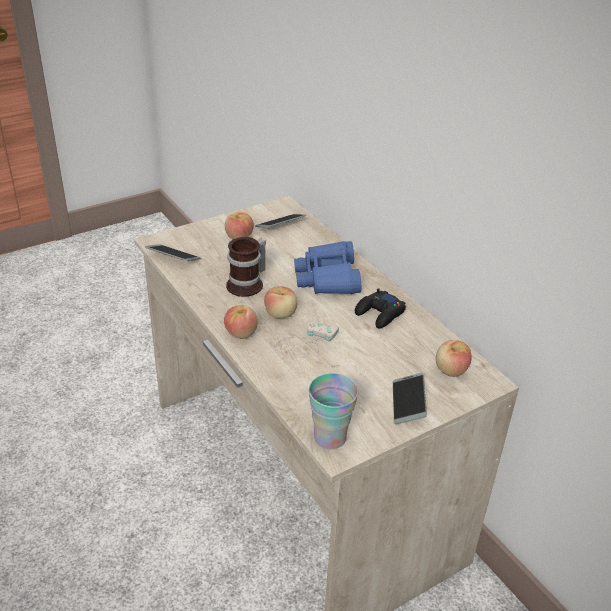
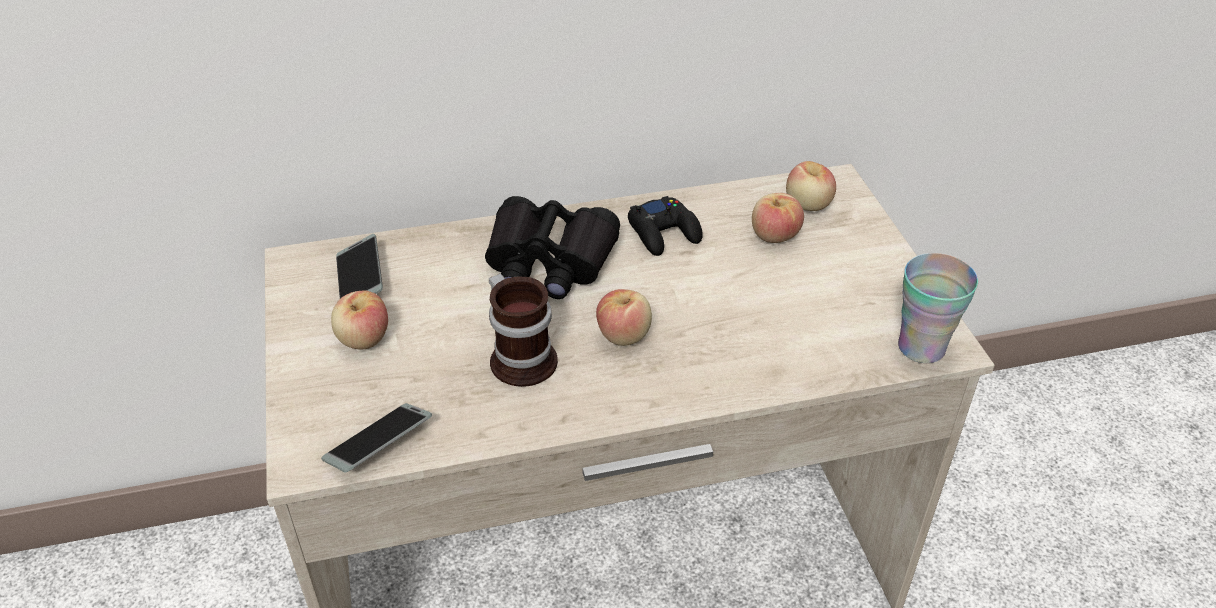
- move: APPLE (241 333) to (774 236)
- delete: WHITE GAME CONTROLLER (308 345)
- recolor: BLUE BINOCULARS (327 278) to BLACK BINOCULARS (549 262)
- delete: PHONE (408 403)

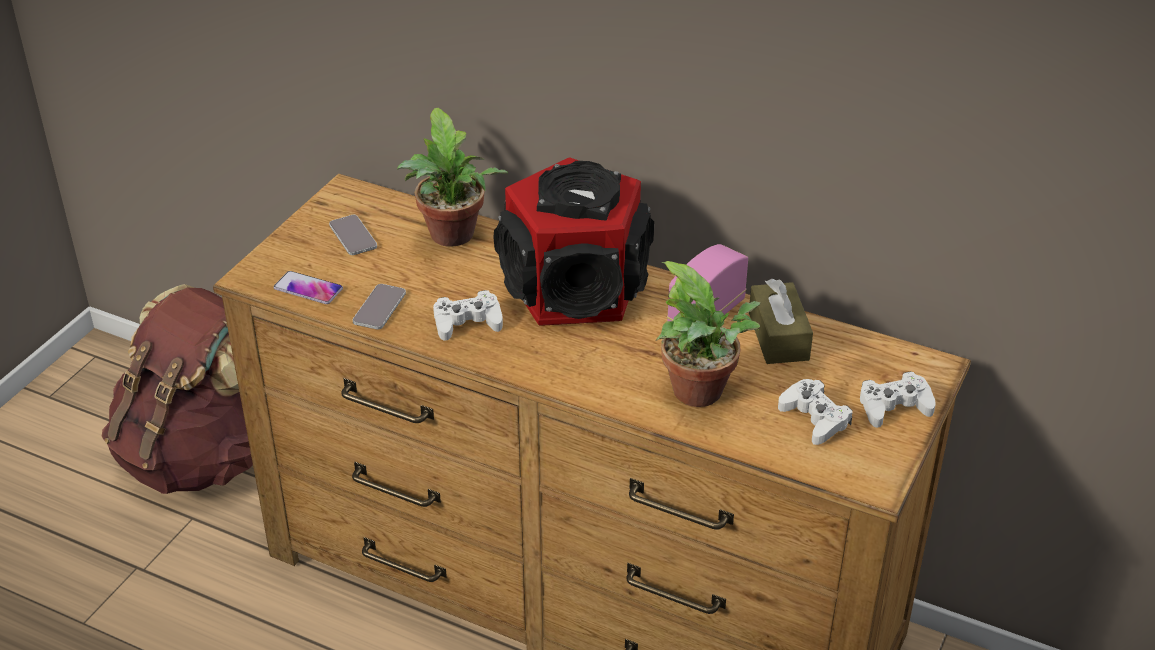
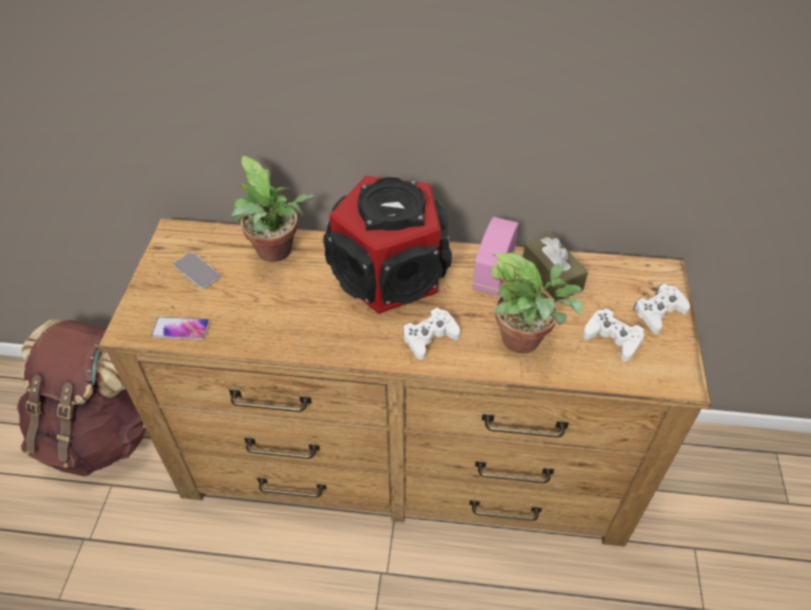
- delete: PHONE (379 308)
- move: WHITE GAME CONTROLLER (467 322) to (429 337)

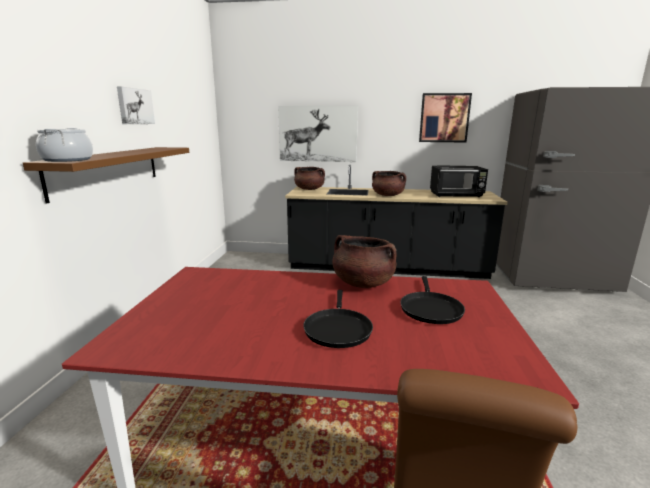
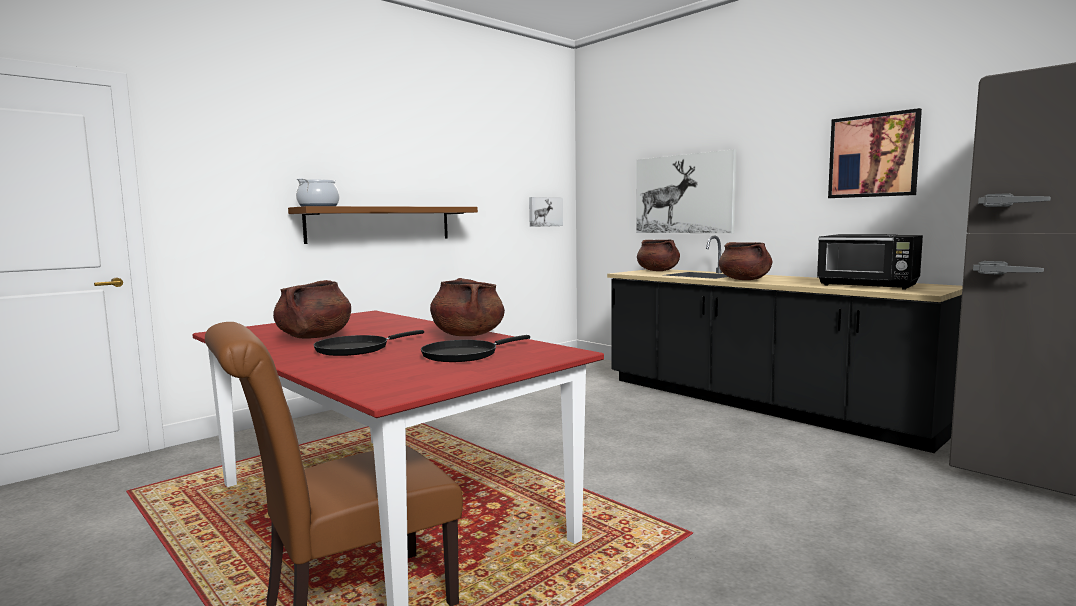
- move: PICTURE (135 106) to (544 212)
- insert: BROWN COOKING POT (314 337)

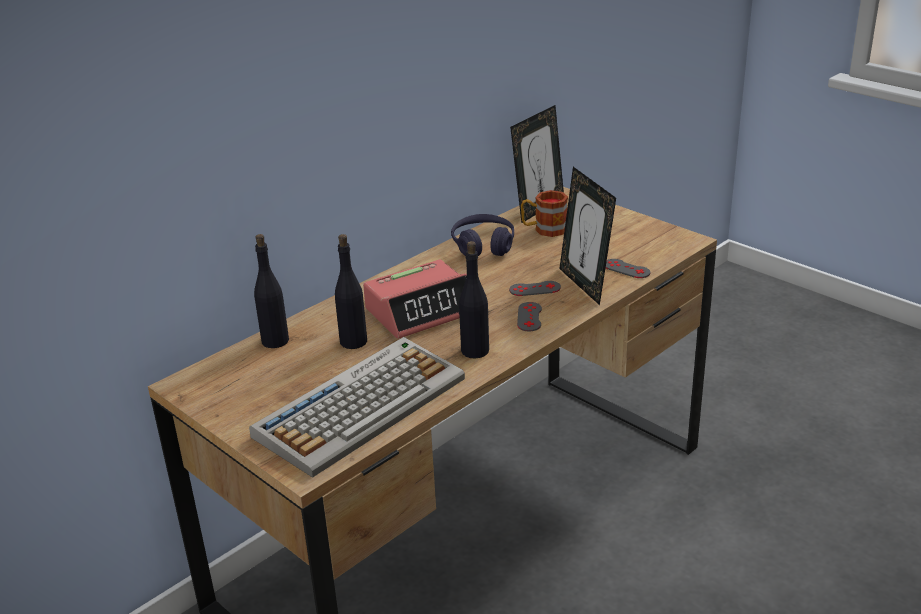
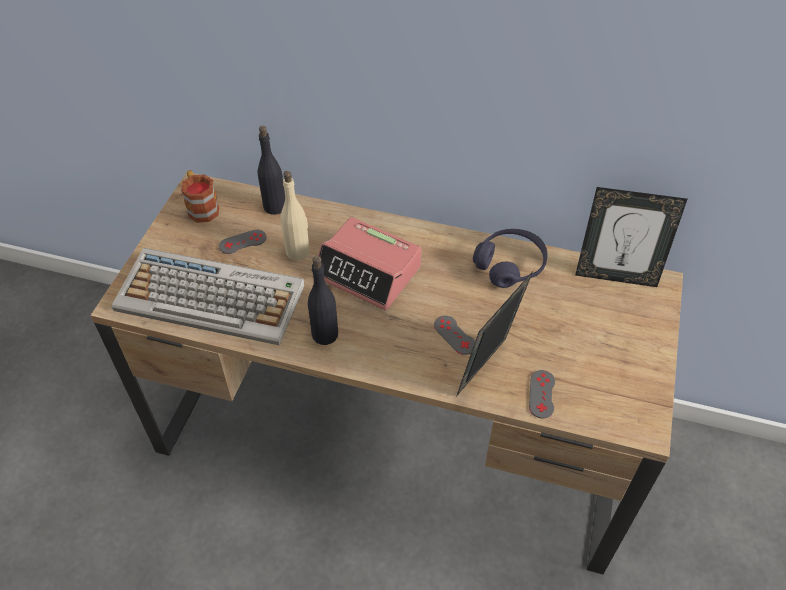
- recolor: BLACK BOTTLE (353 341) to BEIGE BOTTLE (298 251)
- move: GREY GAME CONTROLLER (529 317) to (243 242)
- move: MUG (544 229) to (201 207)

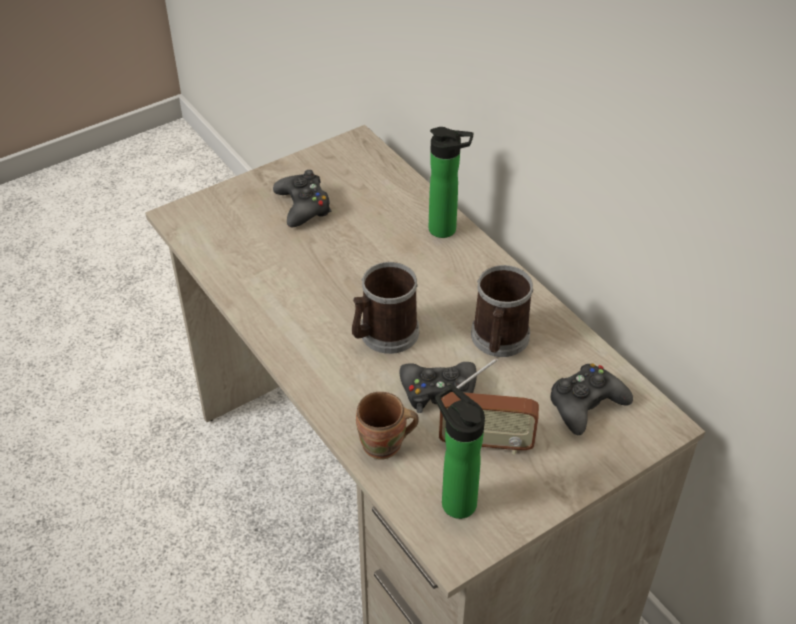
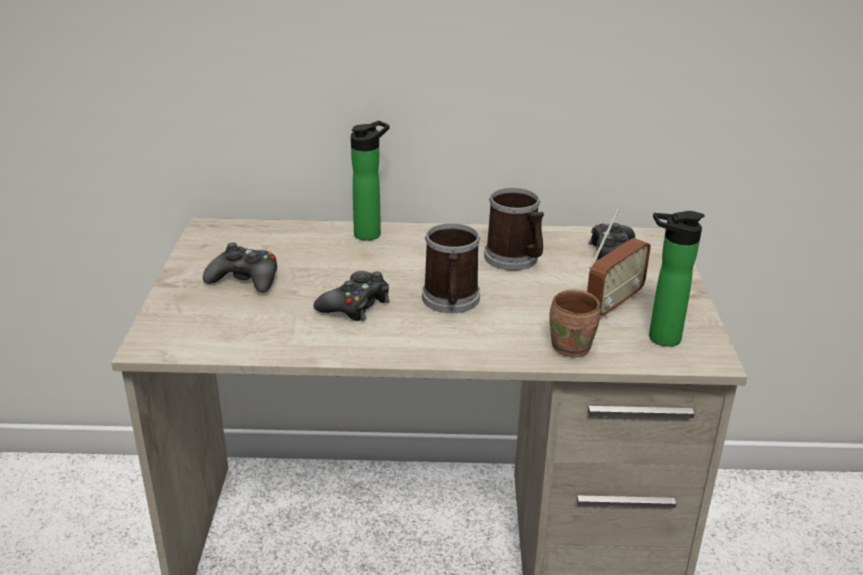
- move: BLACK GAME CONTROLLER (438 392) to (355 305)

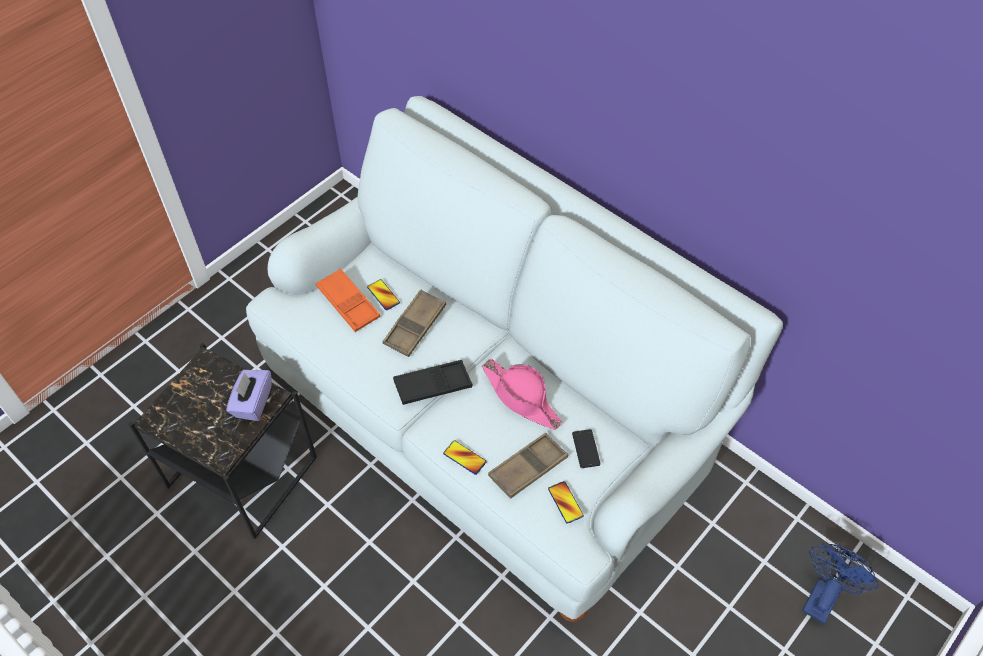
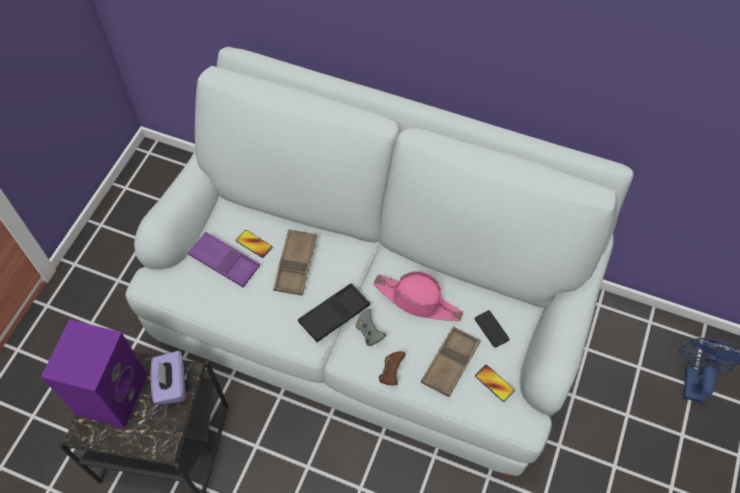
- recolor: ORANGE TRAY (348 303) to PURPLE TRAY (225 262)
- replace: PHONE (464 458) to BROWN GAME CONTROLLER (391 372)
- insert: PURPLE SPEAKER (112 392)
- insert: GREY GAME CONTROLLER (369 333)

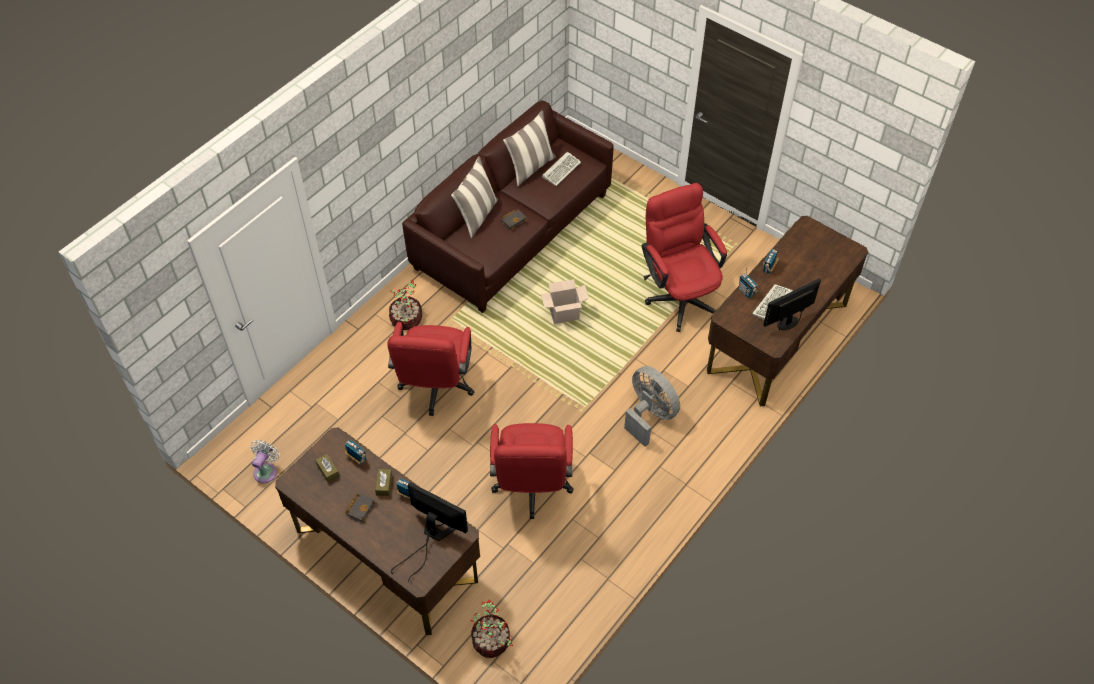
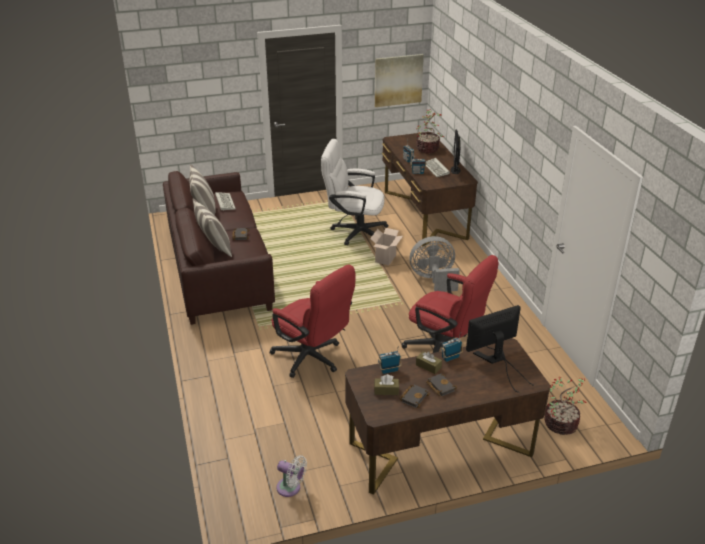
- rotate: WHITE FAN (266 470) = (290 488) 150 degrees clockwise
- move: POTTED PLANT (406 320) to (428 149)
- move: CARDBOARD BOX (563 315) to (386 259)
- recolor: RED OFFICE CHAIR (679 295) to WHITE OFFICE CHAIR (354 231)
- insert: PICTURE (398 80)
- insert: BLACK BOOK (414 397)

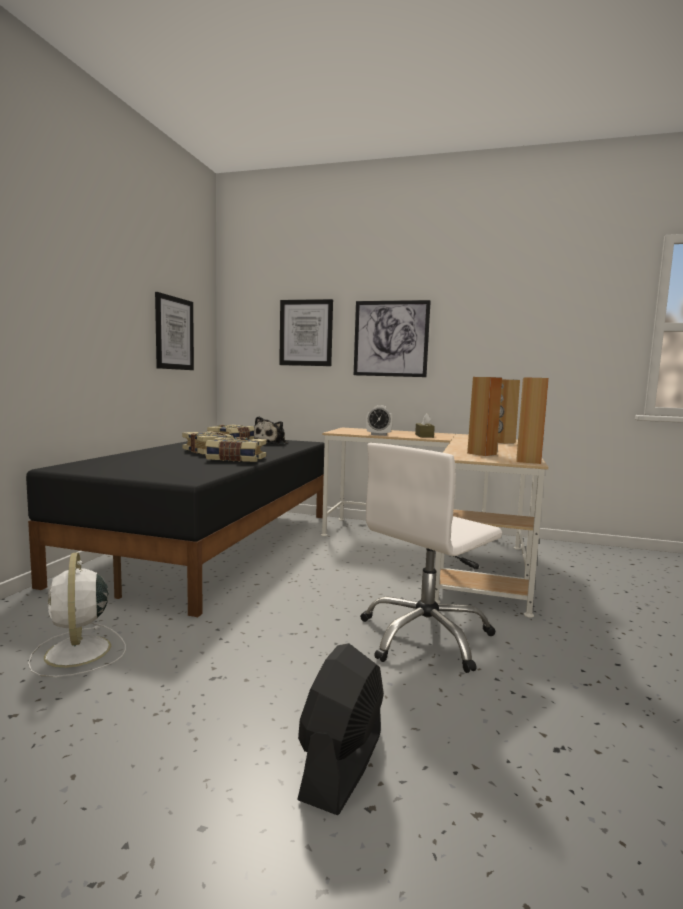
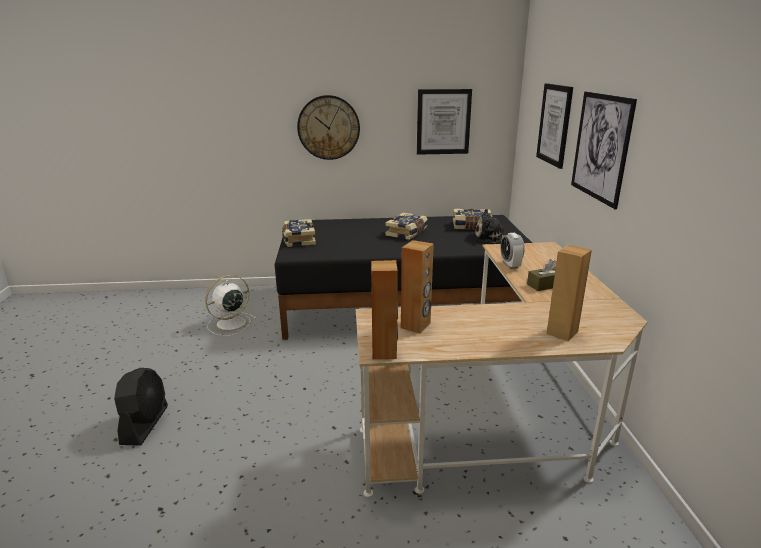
- move: BOOK (236 459) to (298 240)
- rotate: BLACK FAN (342 765) = (145 424) 90 degrees clockwise
- delete: WHITE OFFICE CHAIR (426 637)
- insert: WALL CLOCK (328 127)

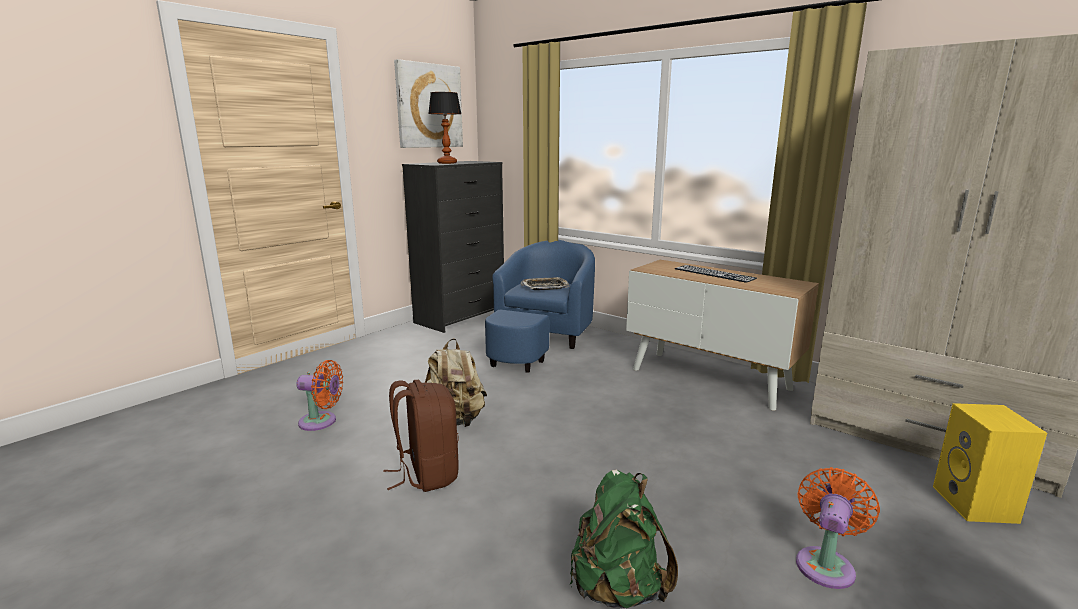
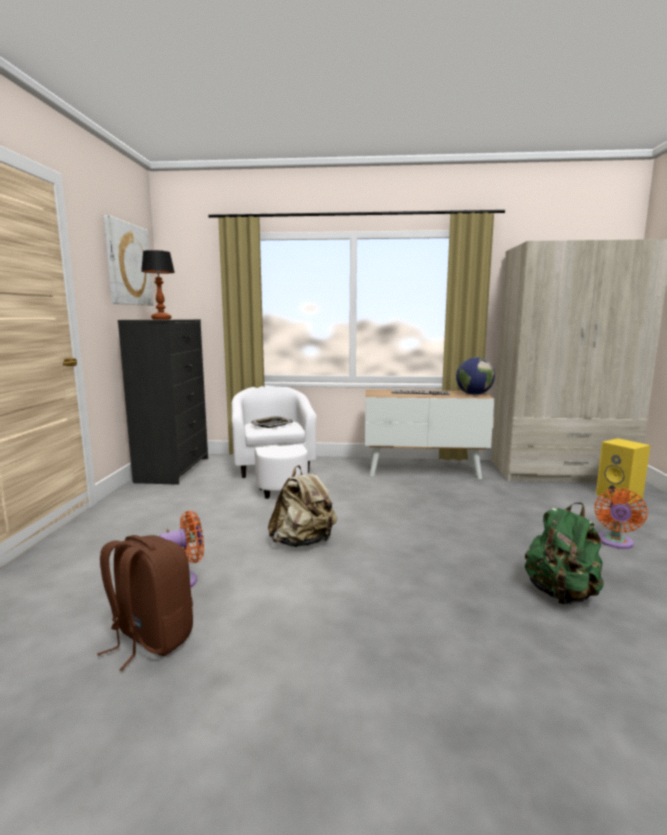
- move: BROWN BACKPACK (426 474) to (150 639)
- recolor: BLUE ARMCHAIR (541 340) to WHITE ARMCHAIR (275 472)
- rotate: ORANGE FAN (826 564) = (614 542) 150 degrees counterclockwise
- insert: GLOBE (474 394)

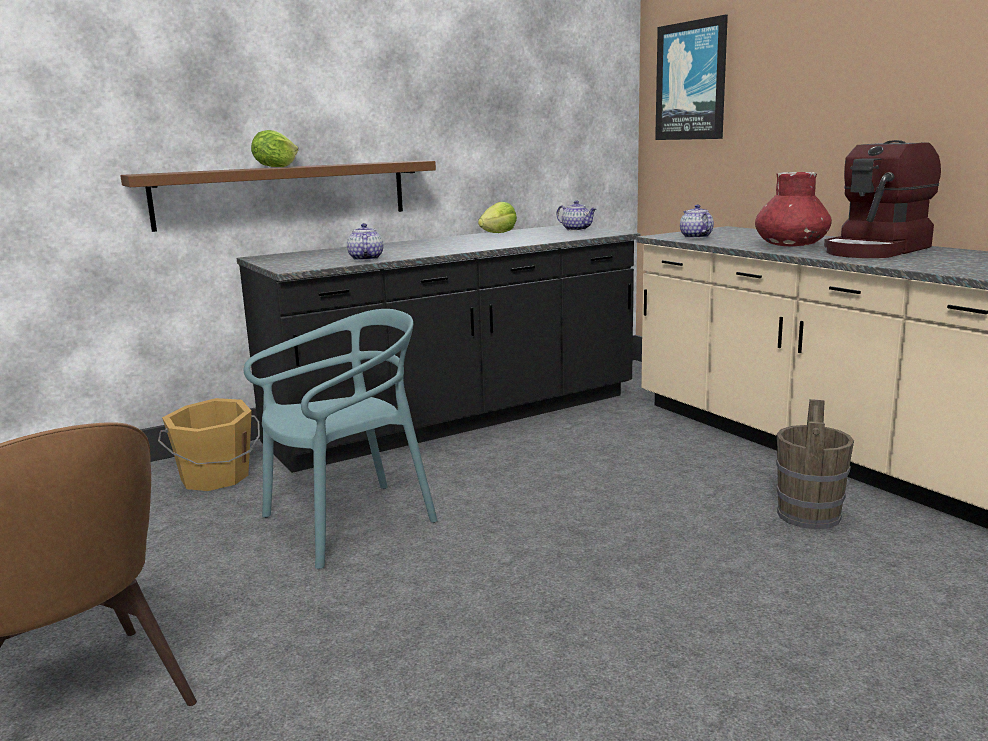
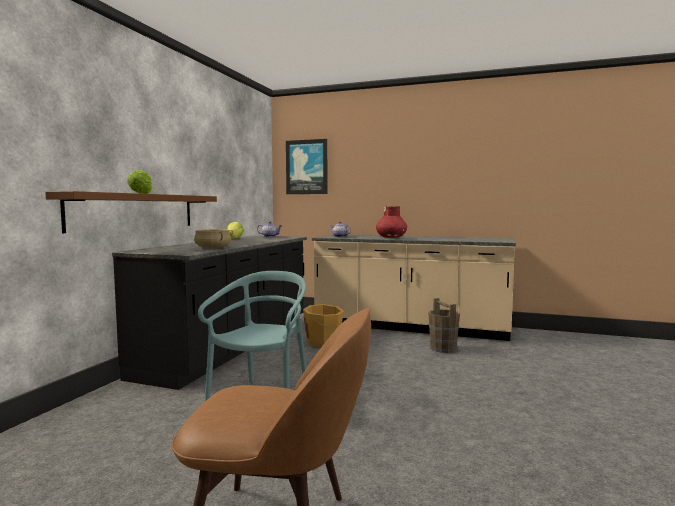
- move: ORANGE BUCKET (215 478) to (324 342)
- replace: TEAPOT (365 259) to BEIGE COOKING POT (212 248)
- delete: COFFEE MACHINE (877 250)

